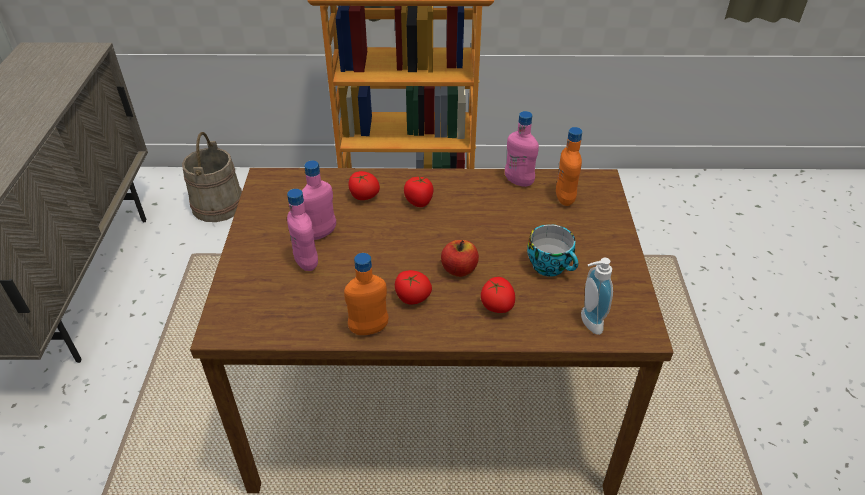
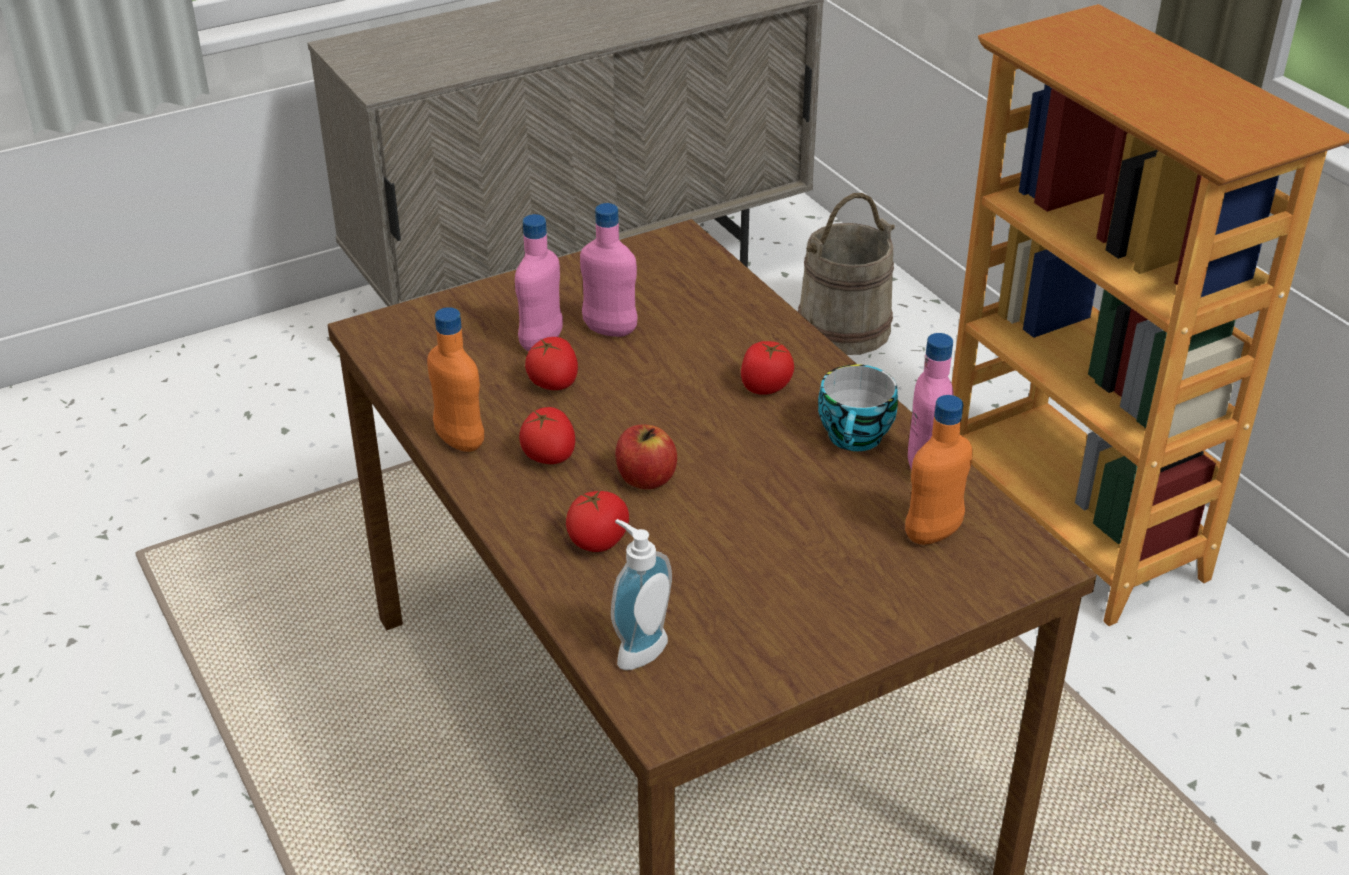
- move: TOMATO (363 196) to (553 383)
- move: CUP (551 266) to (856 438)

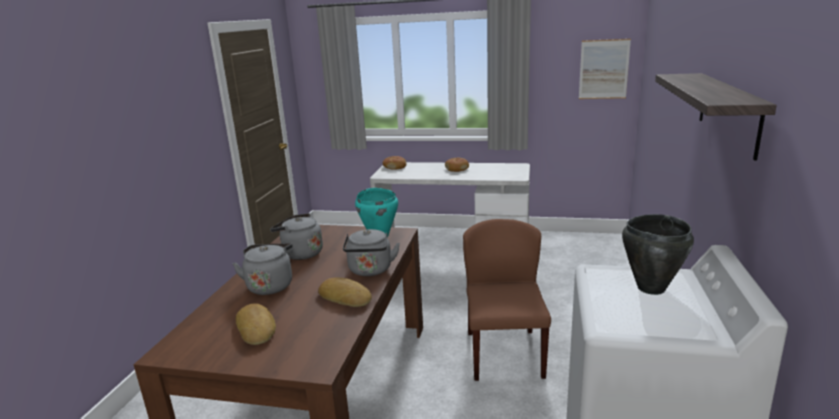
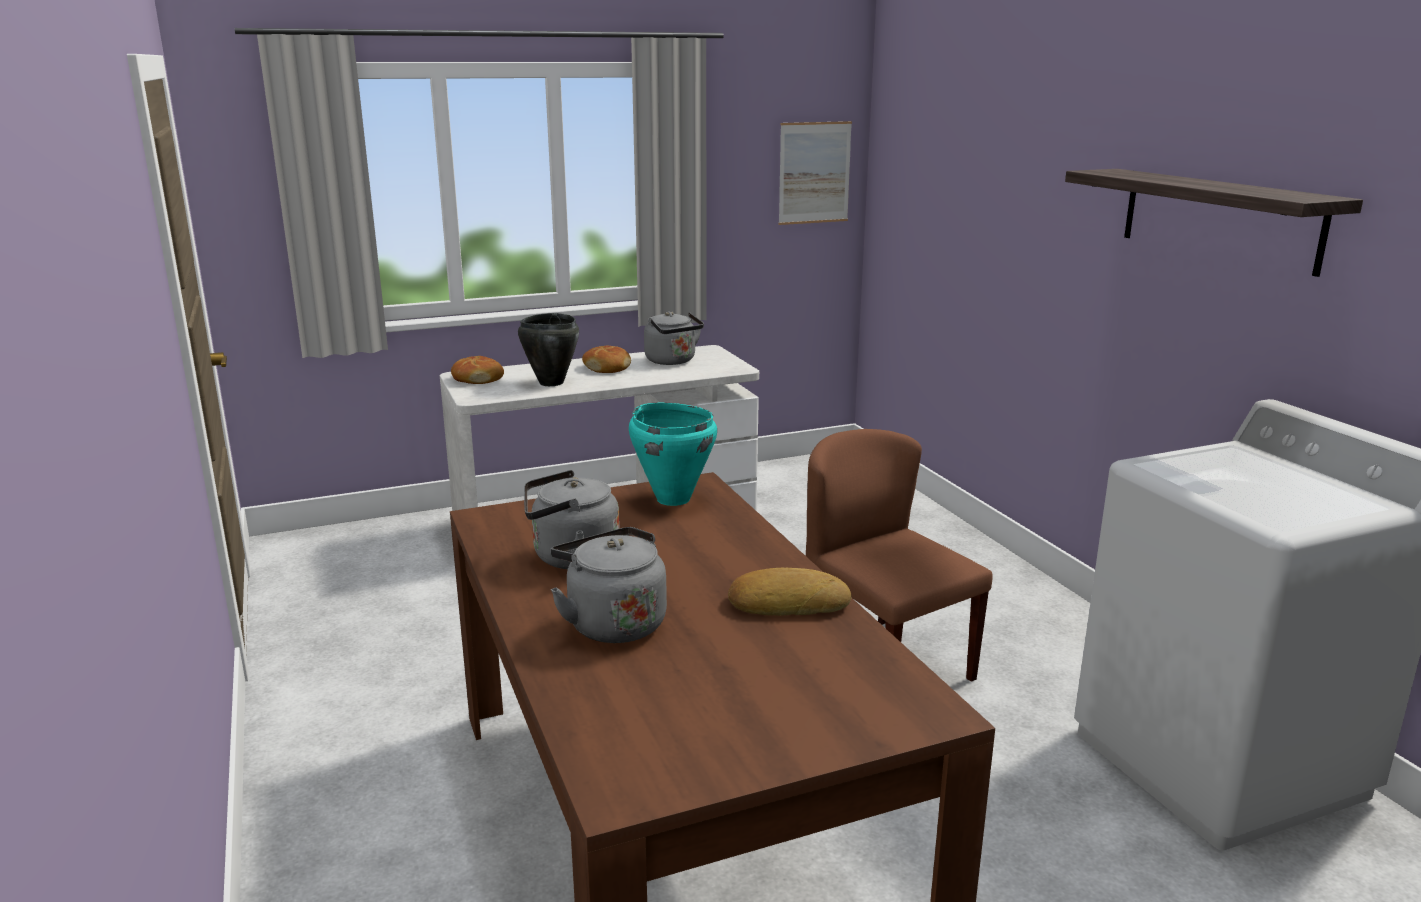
- delete: BREAD (257 328)
- move: GREY KETTLE (370 271) to (672 361)
- move: BLACK COOKING POT (650 288) to (550 383)

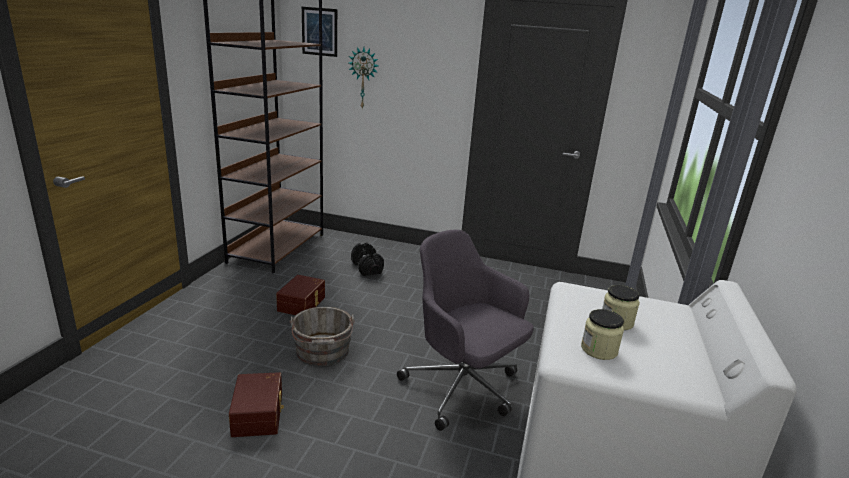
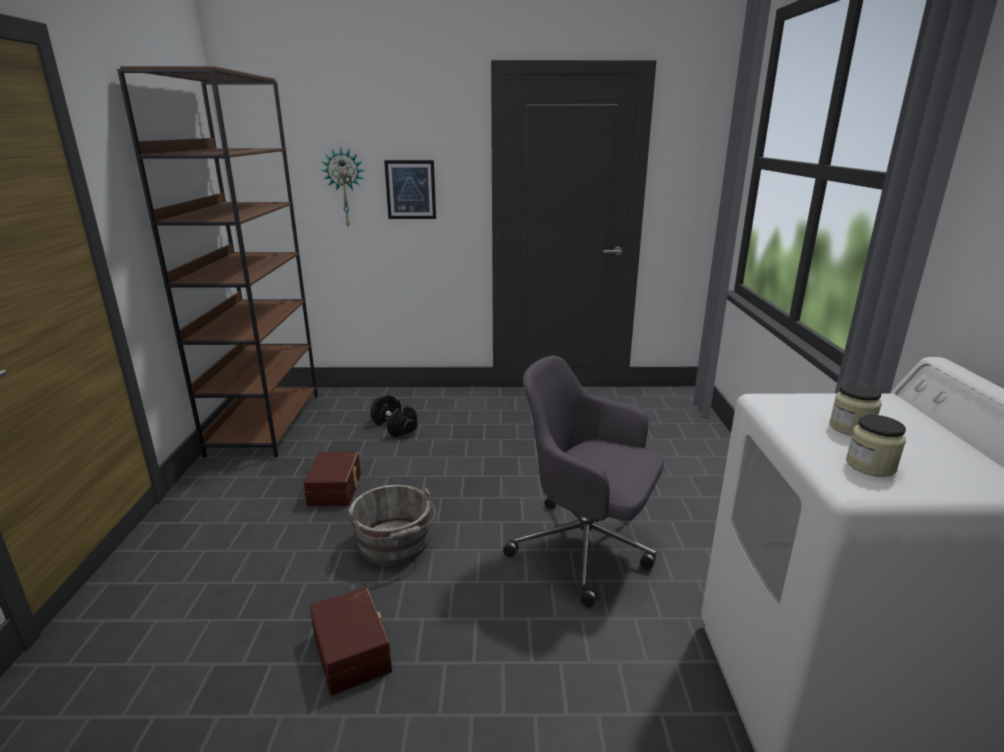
- move: PICTURE (319 31) to (410 189)

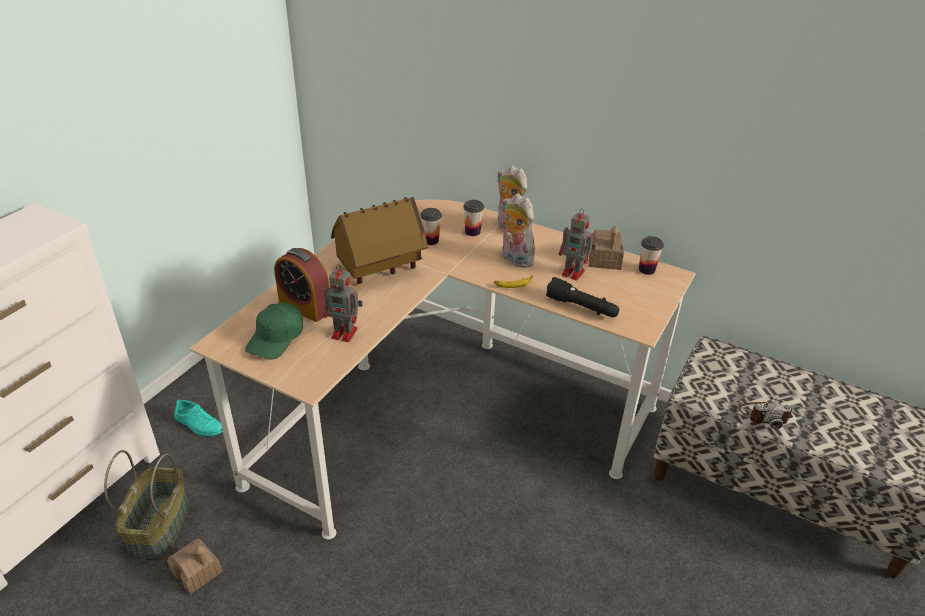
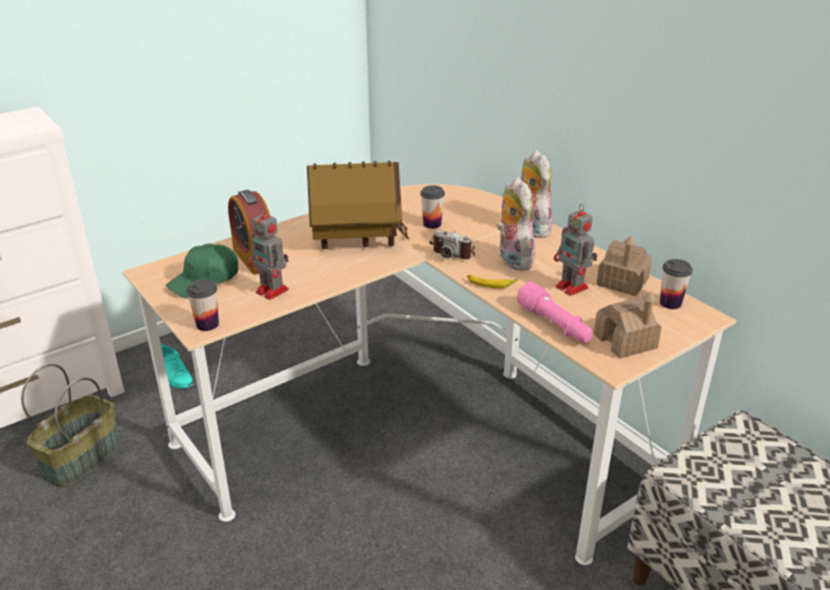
- move: TOY HOUSE (197 572) to (625 341)
- move: CUP (472 232) to (207 324)
- recolor: BLACK FLASHLIGHT (582 307) to PINK FLASHLIGHT (554 325)
- move: PHOTO CAMERA (764 415) to (454 251)

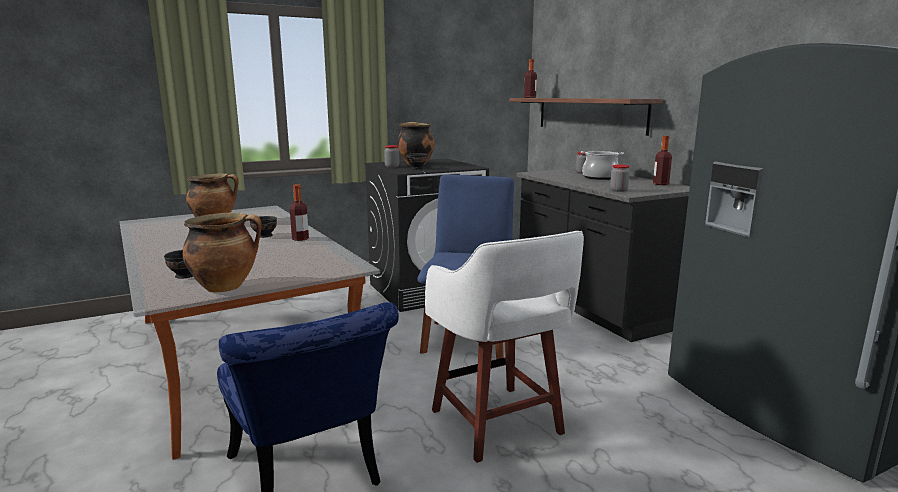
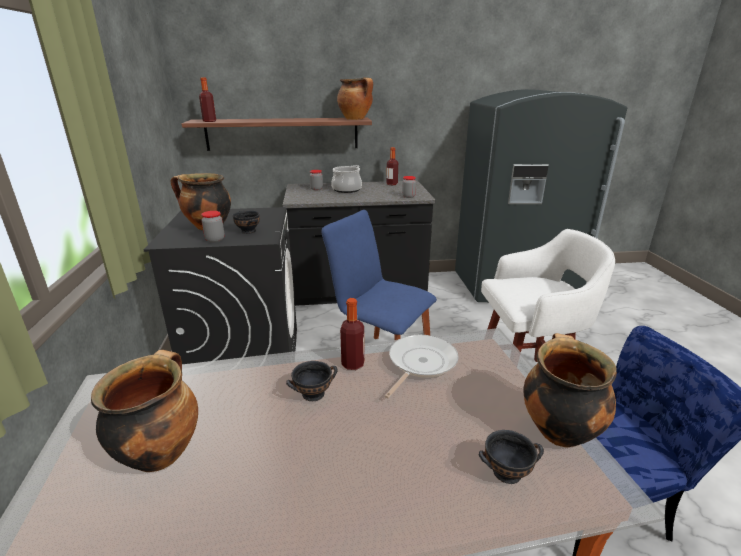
- insert: COOKING POT (356 119)
- insert: FRYING PAN (420 363)

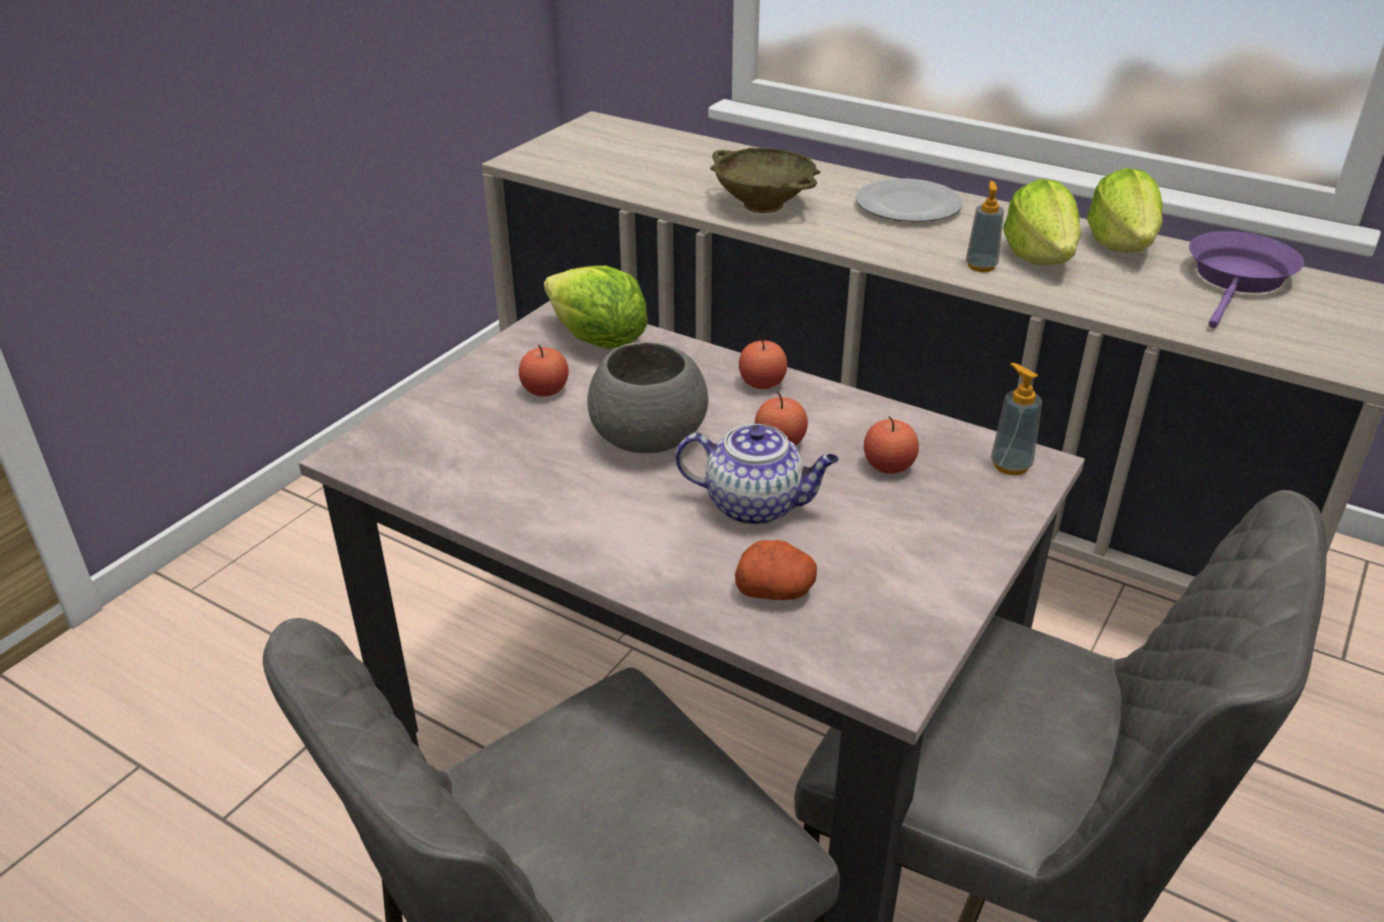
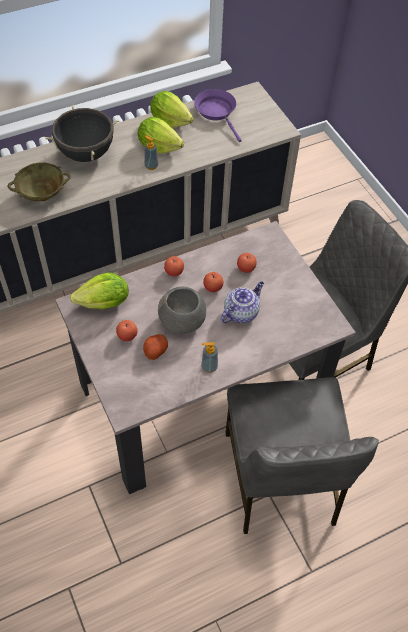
- move: POTATO (776 590) to (155 350)
- replace: PLATE (907 206) to BLACK COOKING POT (86 154)
- move: SOAP DISPENSER (1010 465) to (209 367)

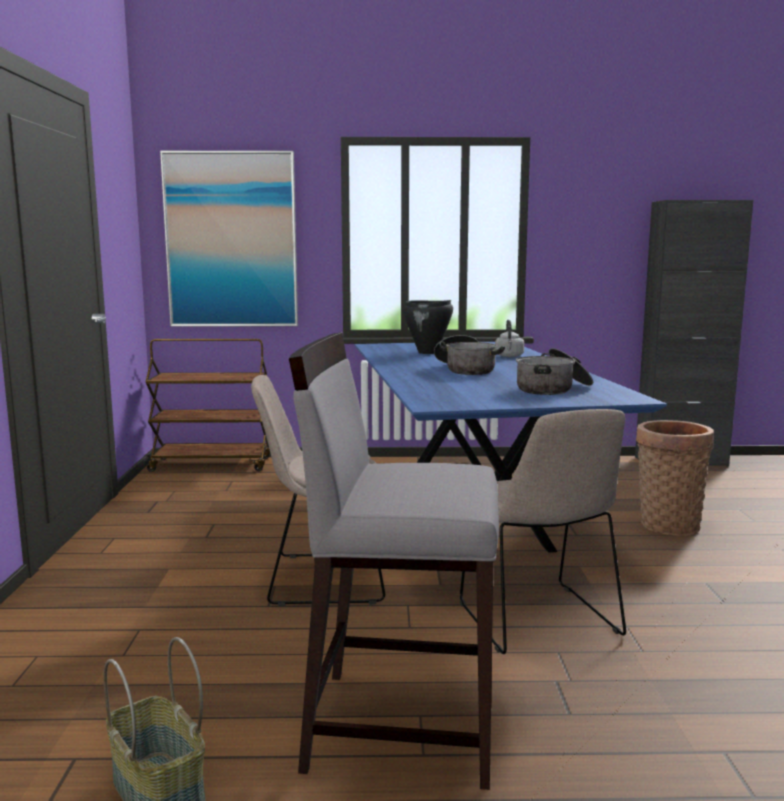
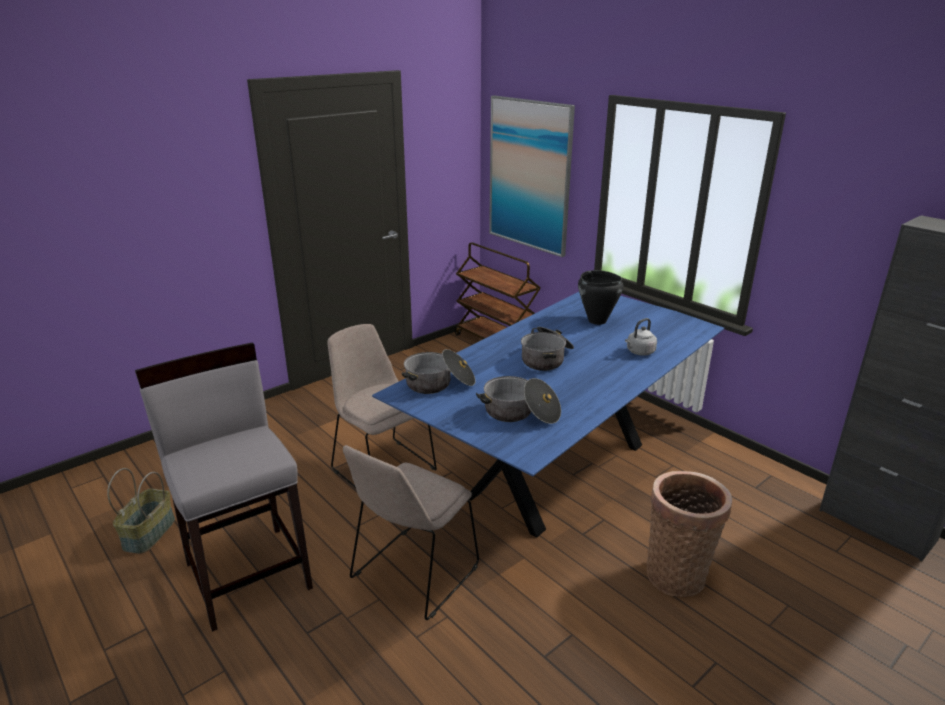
- insert: COOKING POT (439 384)

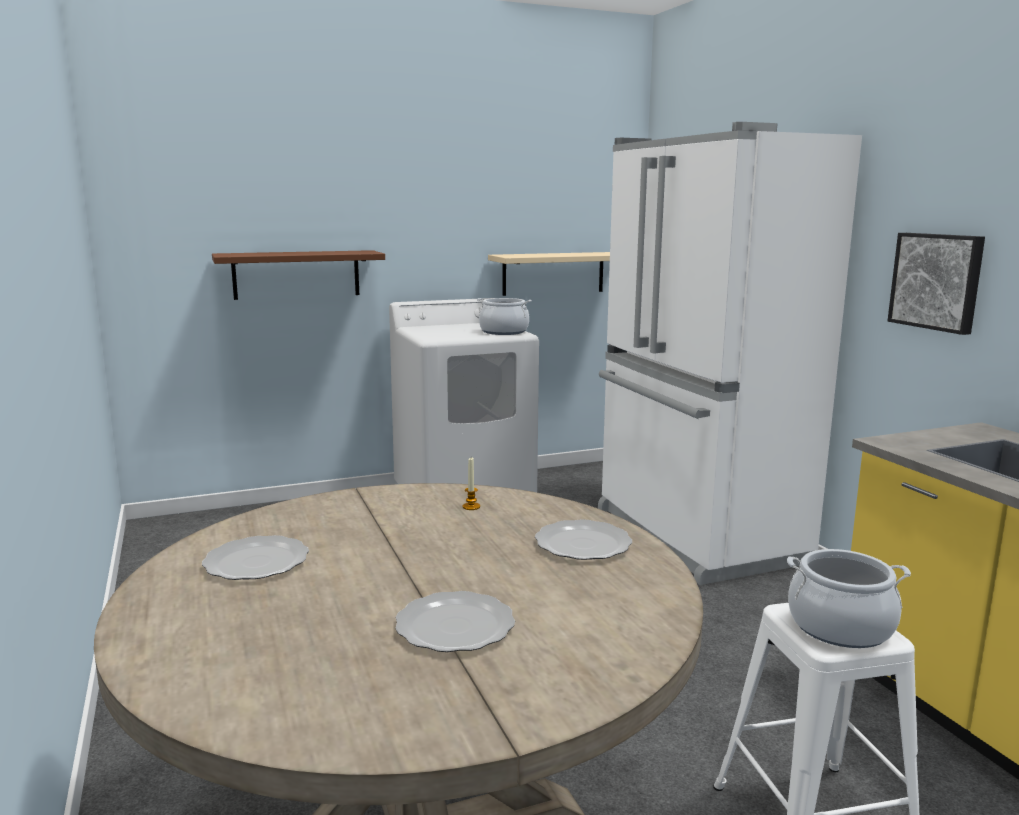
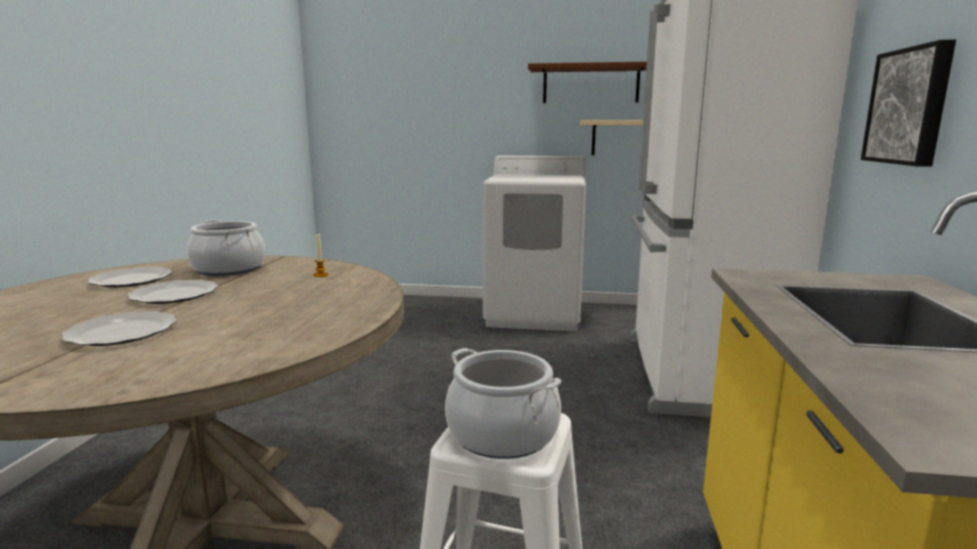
- move: BROWN SHELF (296 274) to (590 84)
- move: COOKING POT (504 332) to (228 269)
- move: PLATE (582 544) to (173 295)

